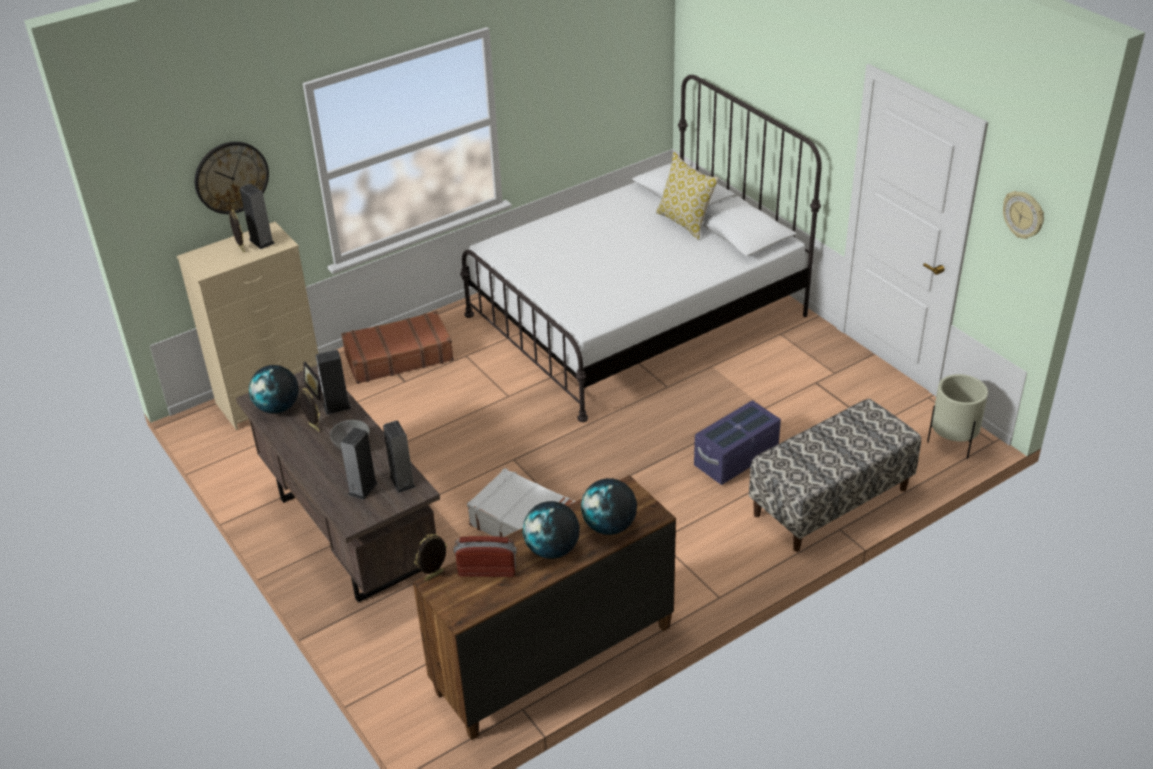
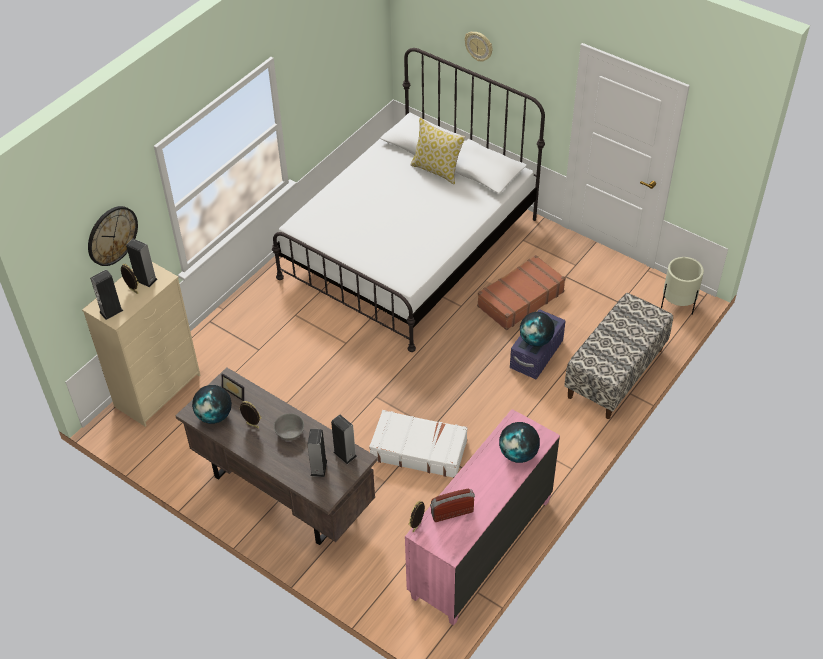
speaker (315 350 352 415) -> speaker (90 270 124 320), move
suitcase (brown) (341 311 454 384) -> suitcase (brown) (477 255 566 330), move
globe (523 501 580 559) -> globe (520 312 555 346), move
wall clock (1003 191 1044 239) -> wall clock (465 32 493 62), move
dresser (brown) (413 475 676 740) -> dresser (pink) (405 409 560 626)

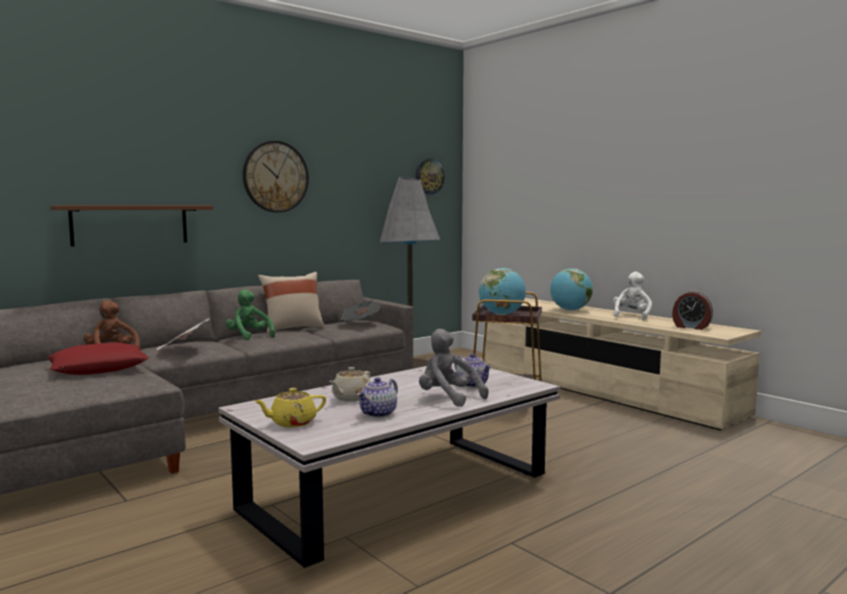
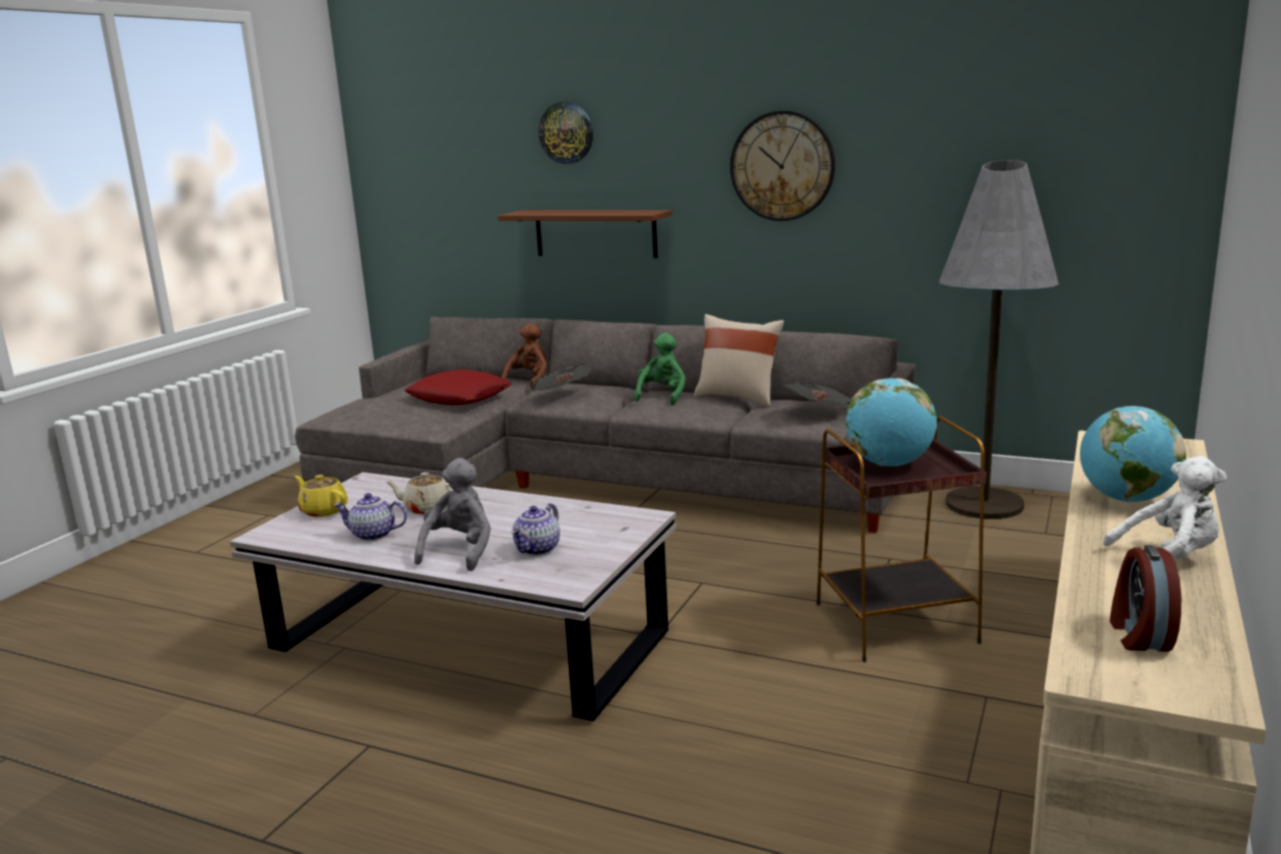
wall clock (416 158 445 194) -> wall clock (539 102 593 164), move

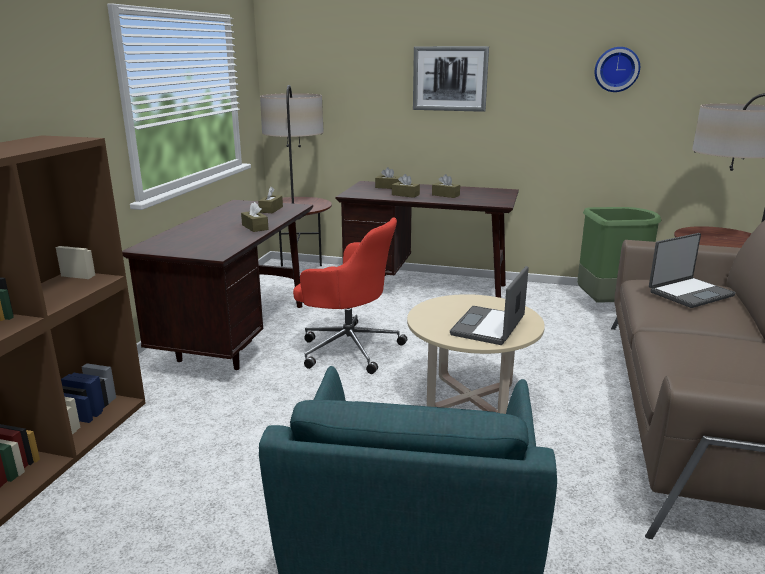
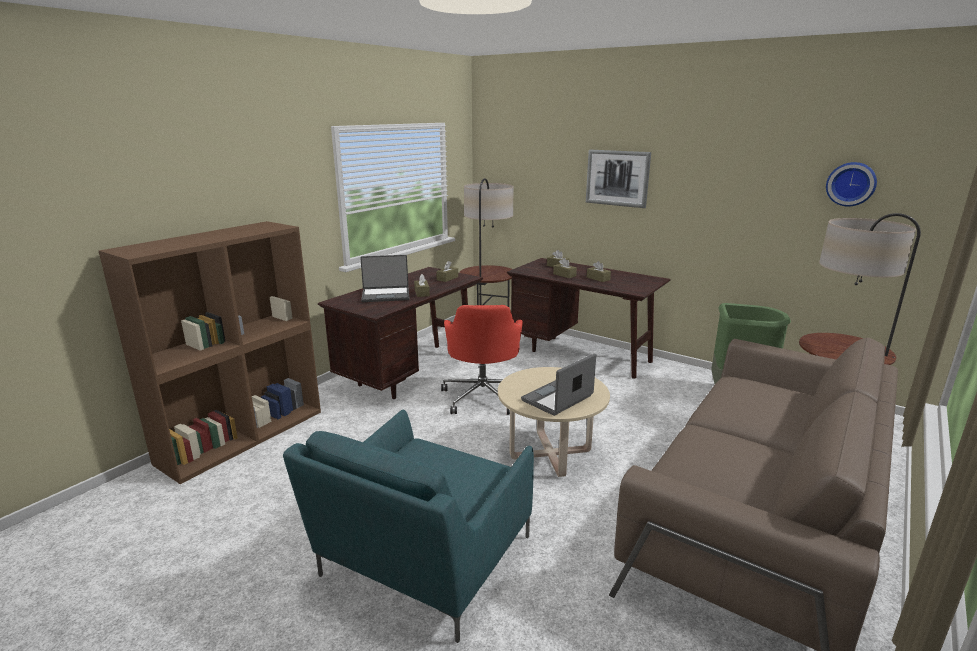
wall clock (595 47 640 92) -> wall clock (826 162 877 206), move
laptop (649 233 736 308) -> laptop (360 255 409 302), move
office chair (red) (293 217 407 374) -> office chair (red) (441 305 523 415), 45 degrees clockwise

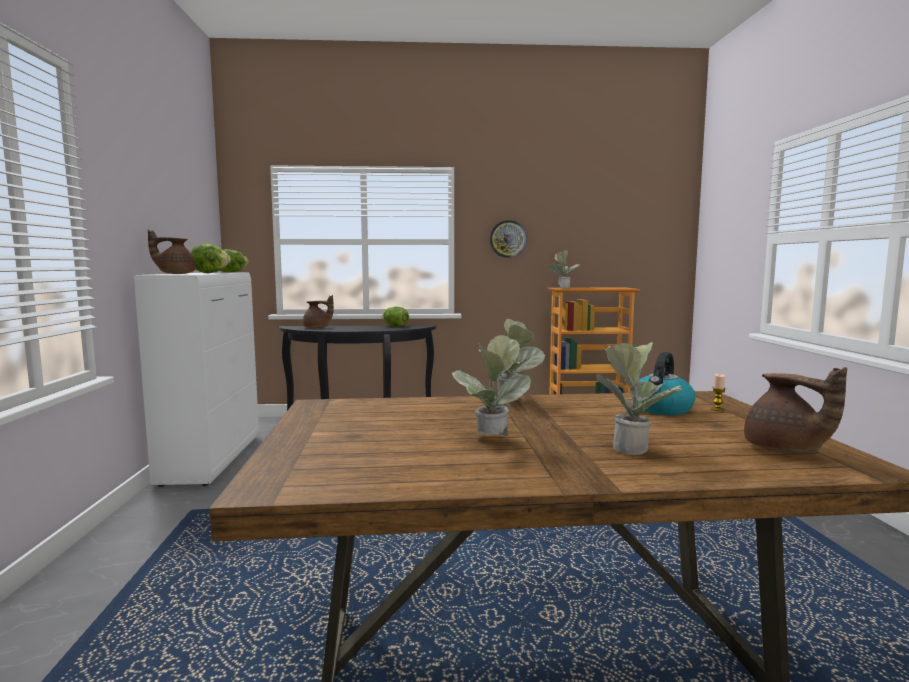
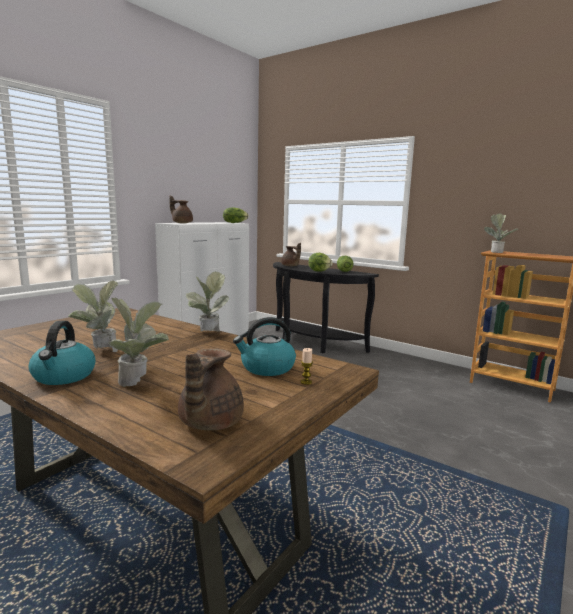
wall clock (490 220 527 258) -> none
none -> kettle (28 321 96 385)
lettuce (190 244 231 273) -> lettuce (308 253 333 272), move

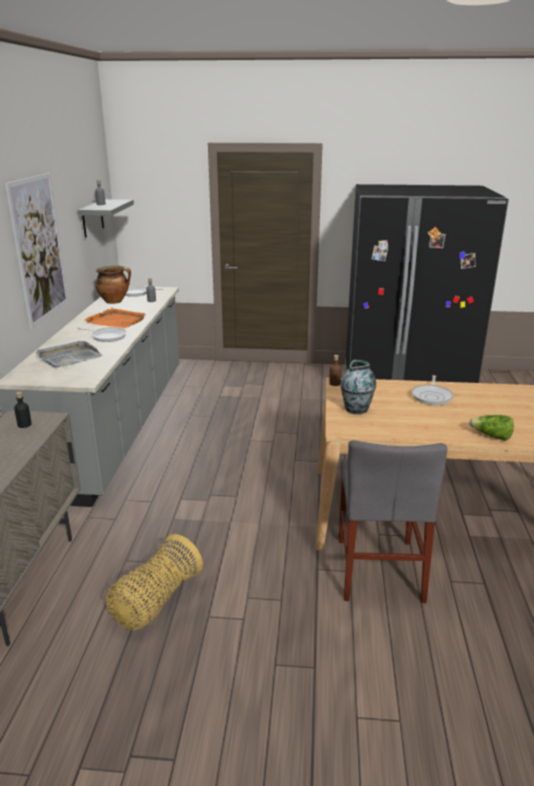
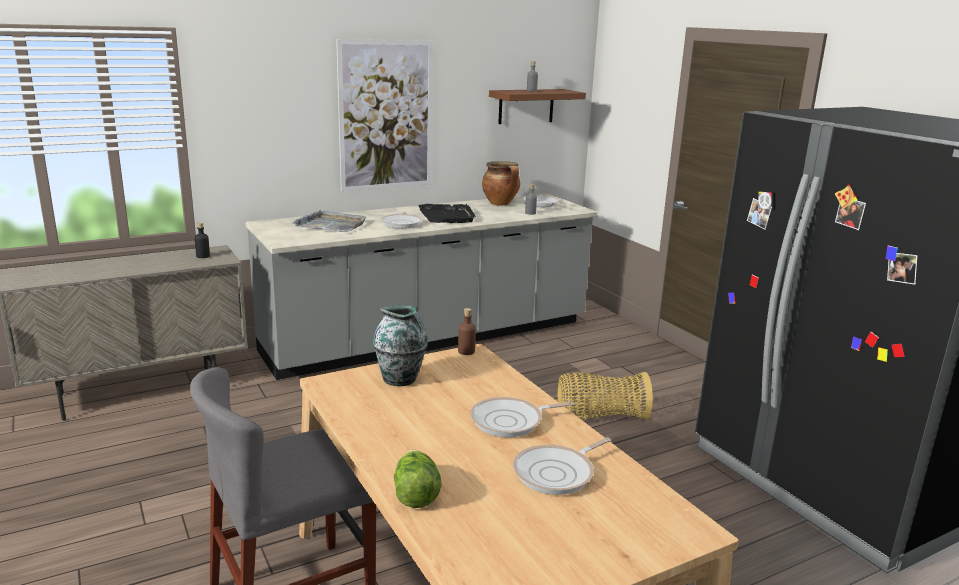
none -> frying pan (513 437 611 495)
basket (106 534 203 630) -> basket (557 372 653 420), move
shelf (grey) (77 199 134 238) -> shelf (brown) (489 89 586 124)
tray (orange) (84 308 146 328) -> tray (black) (418 204 476 223)

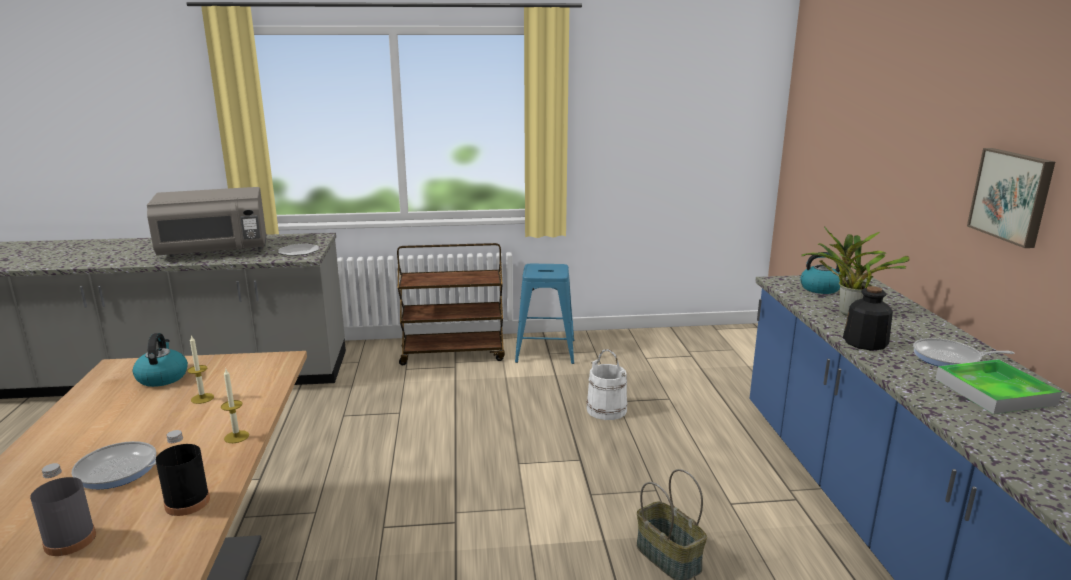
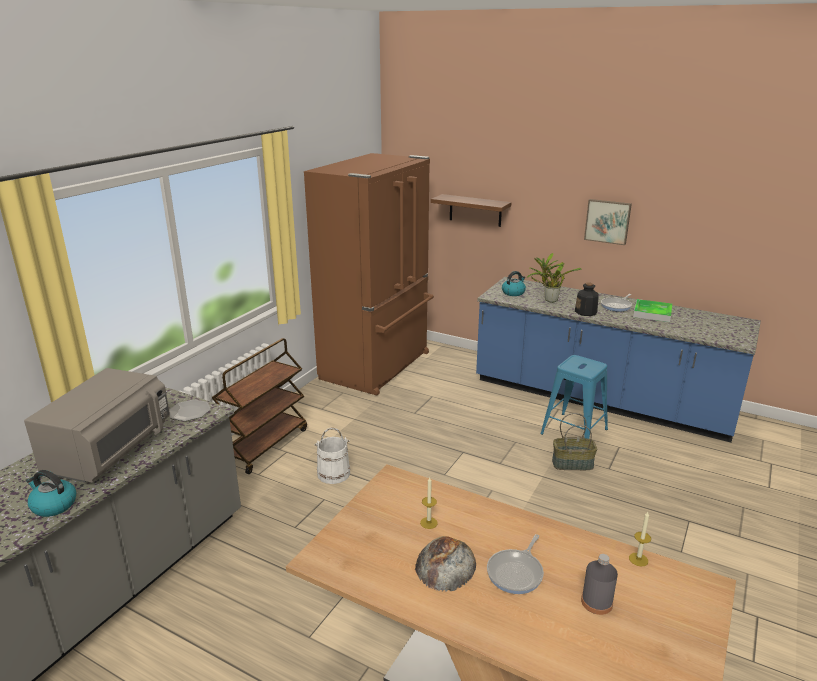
bottle (black) (156 430 210 516) -> none
none -> fridge (brown) (304 153 434 396)
none -> bread (415 536 476 592)
none -> shelf (431 194 511 227)
kettle (133 333 188 387) -> kettle (26 470 76 517), move
candle (221 369 249 443) -> candle (629 512 651 566), move
stool (blue) (515 264 574 364) -> stool (blue) (540 355 608 439), move
bucket (white) (586 349 628 420) -> bucket (white) (314 428 350 484), move

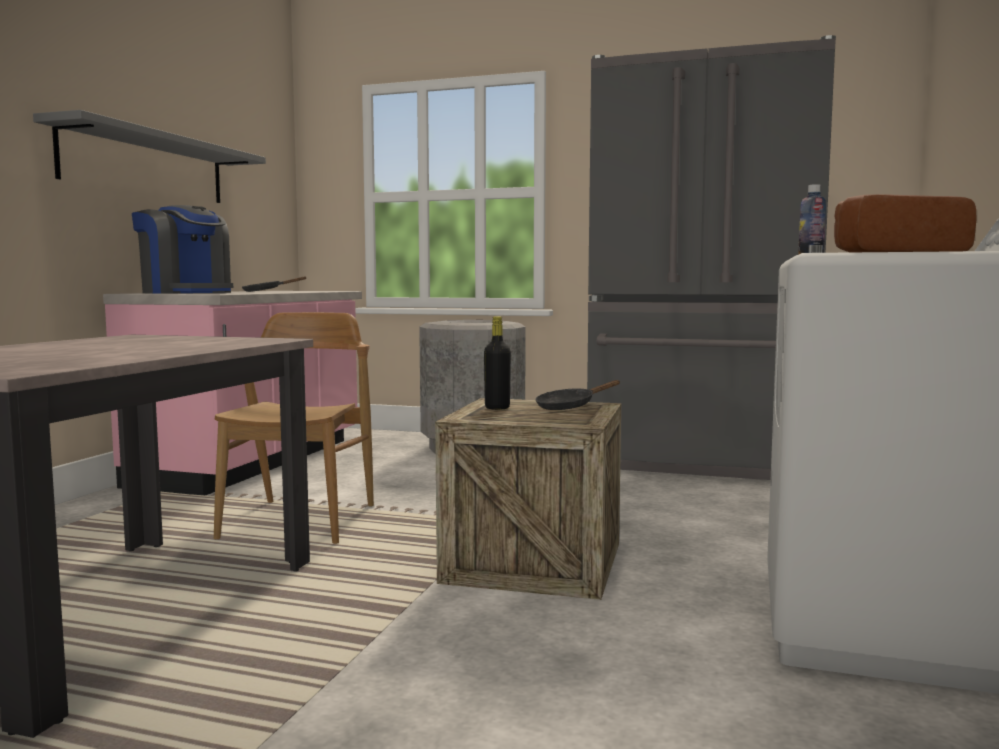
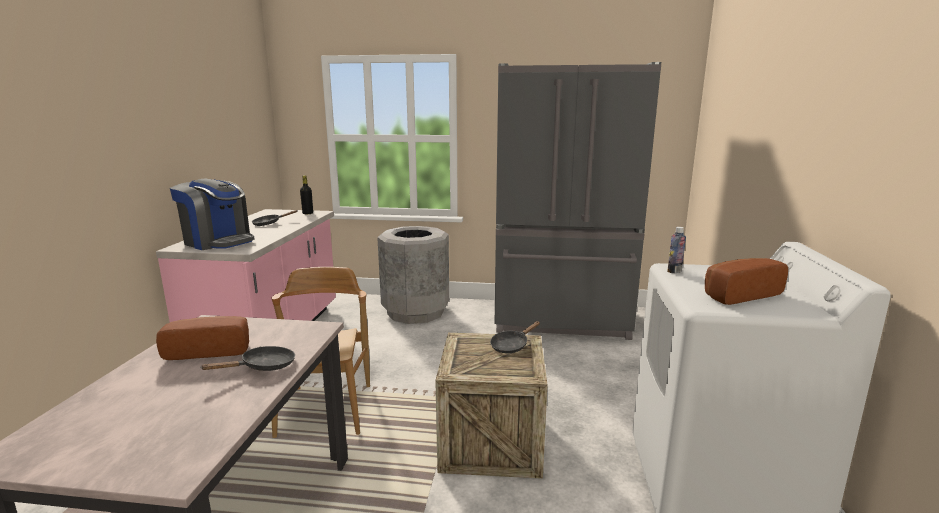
shelf (grey) (33 110 266 203) -> none
none -> bread (156 316 249 360)
none -> frying pan (black) (200 346 295 371)
bottle (black) (484 316 511 410) -> bottle (black) (300 175 313 214), move

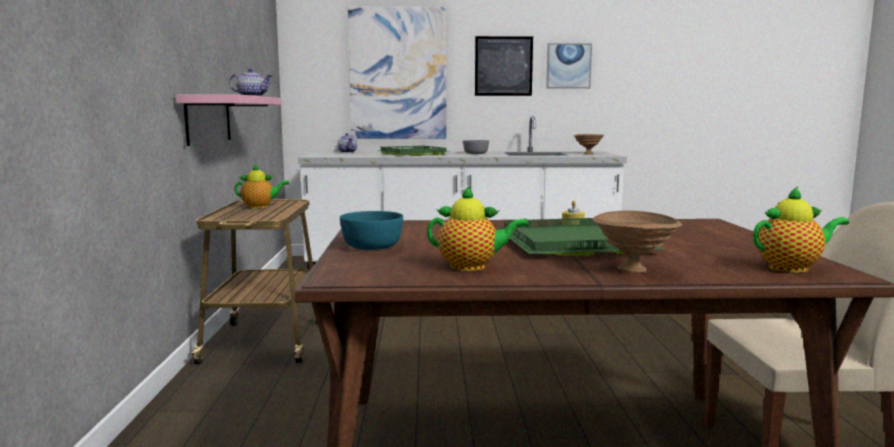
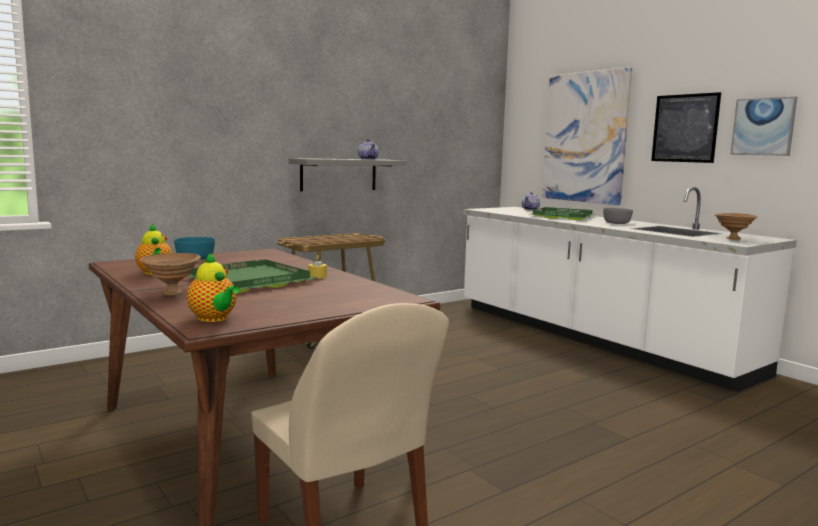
teapot (235 164 290 209) -> none
shelf (pink) (176 94 282 146) -> shelf (grey) (289 158 406 191)

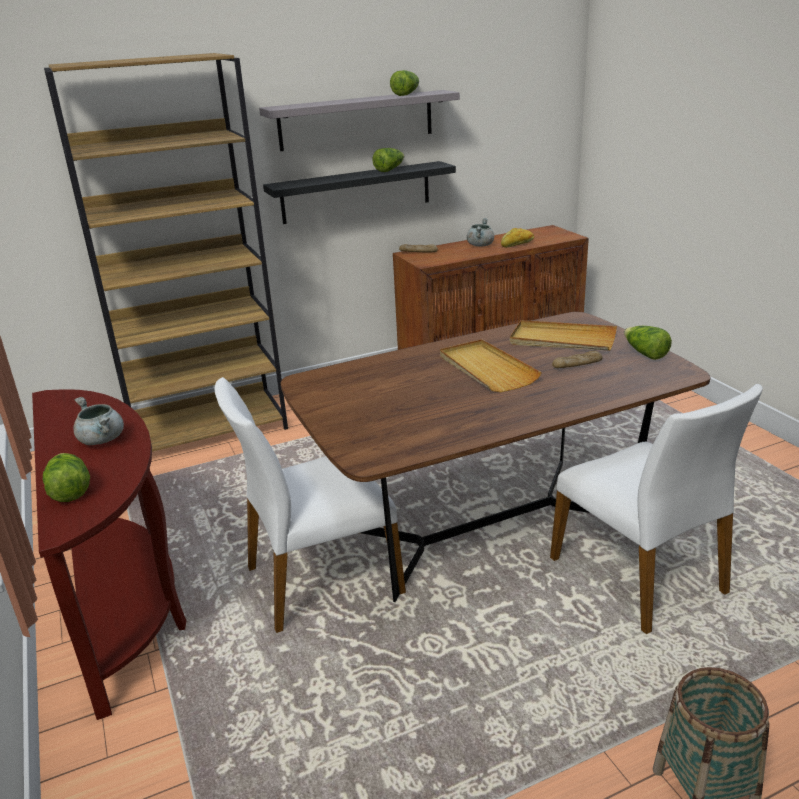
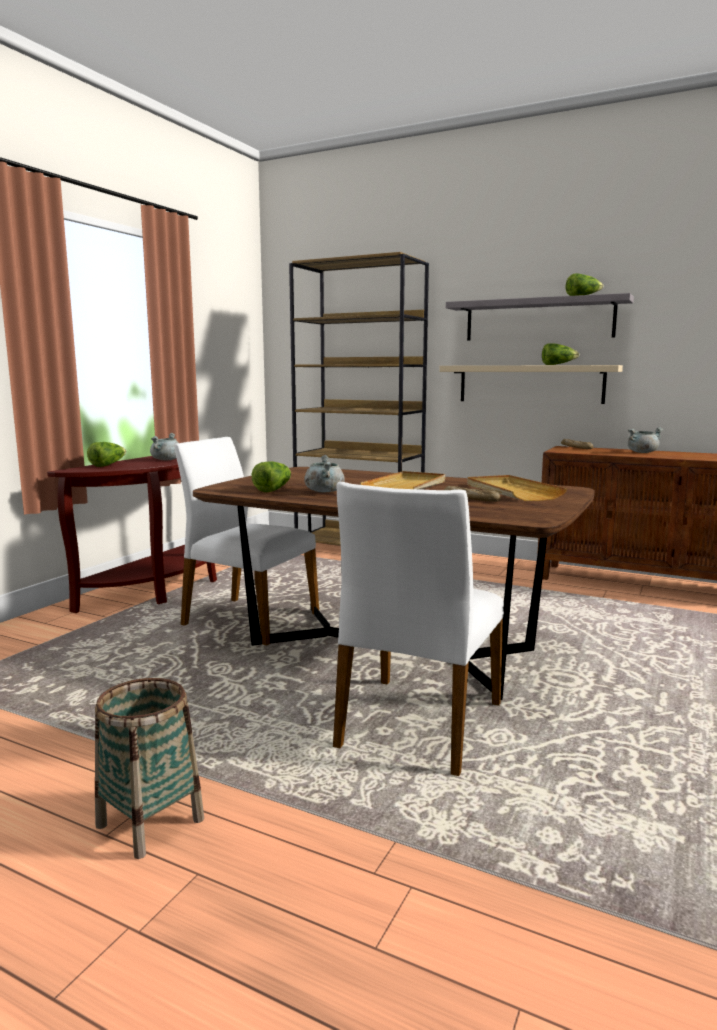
bread (501 228 534 248) -> none
none -> cooking pot (grey) (304 455 345 492)
lettuce (624 326 672 360) -> lettuce (251 461 291 492), move
shelf (black) (263 161 456 224) -> shelf (beige) (439 365 623 404)

